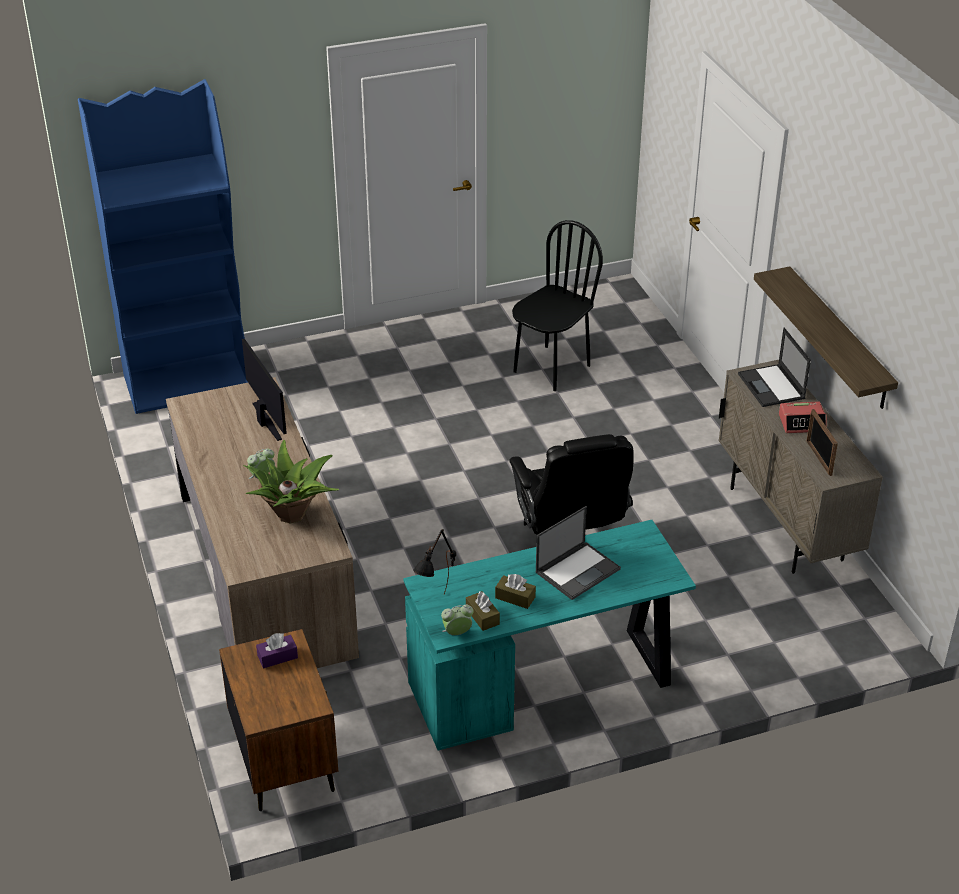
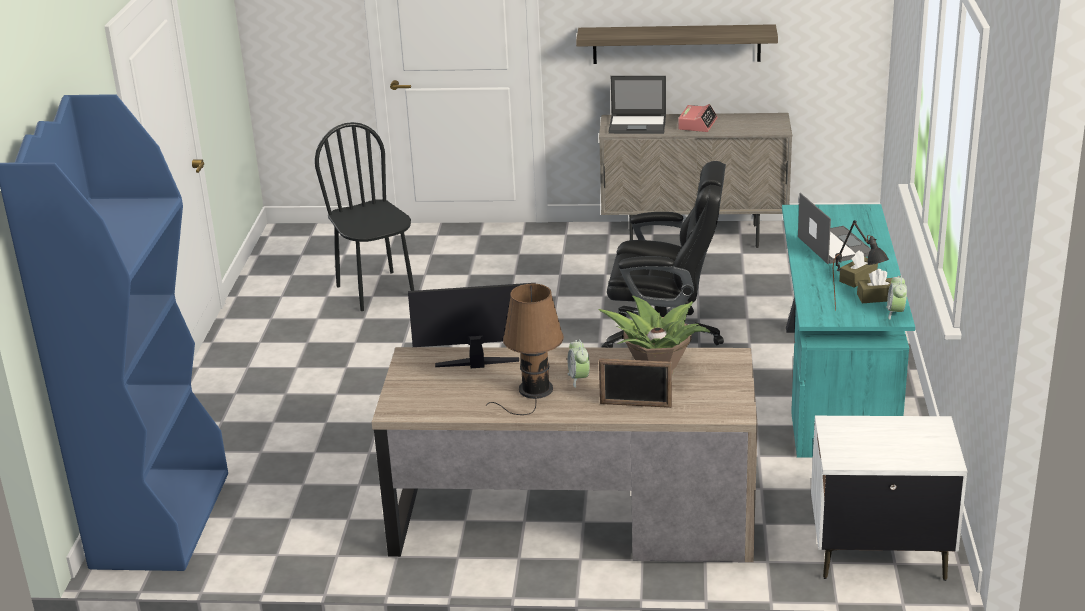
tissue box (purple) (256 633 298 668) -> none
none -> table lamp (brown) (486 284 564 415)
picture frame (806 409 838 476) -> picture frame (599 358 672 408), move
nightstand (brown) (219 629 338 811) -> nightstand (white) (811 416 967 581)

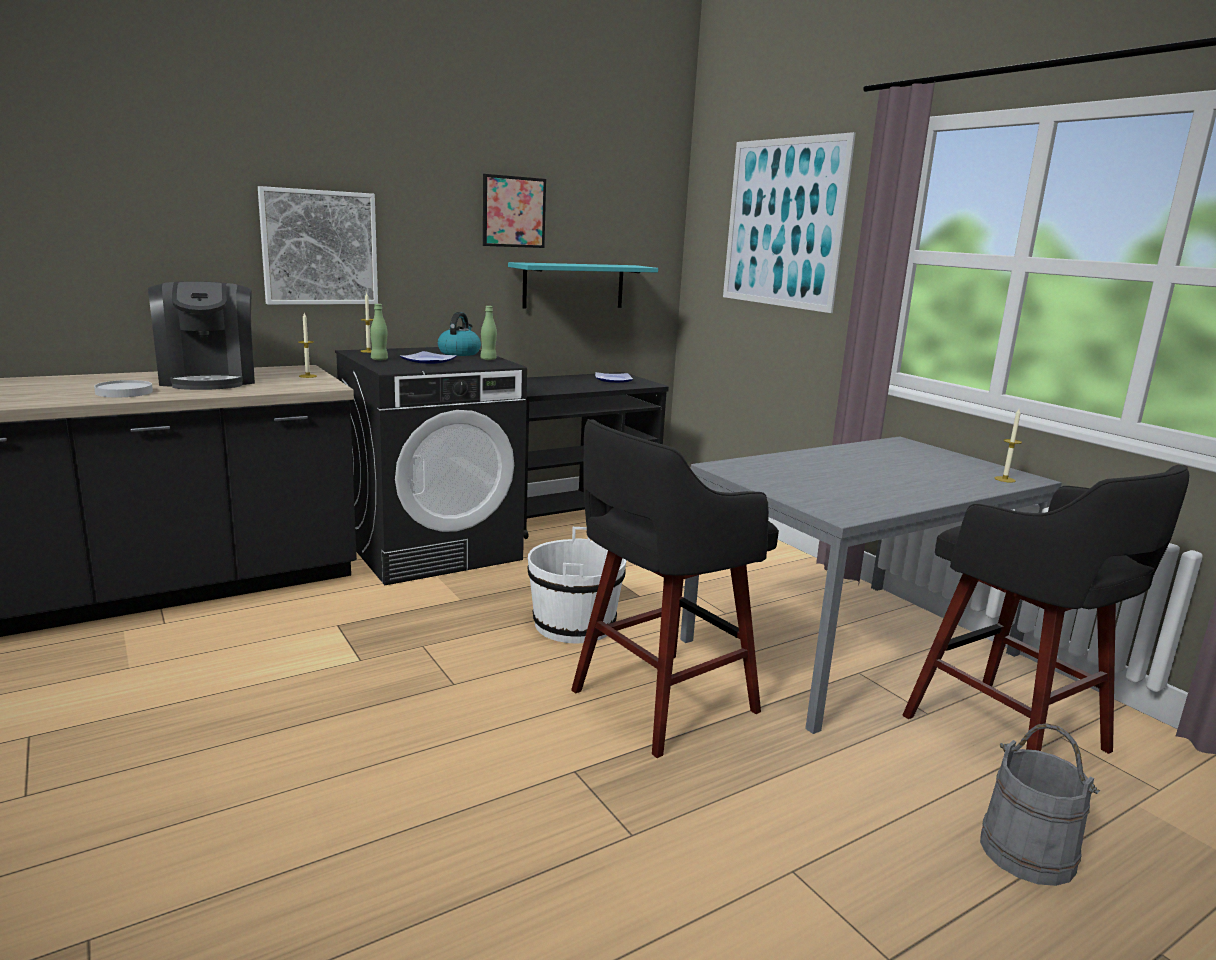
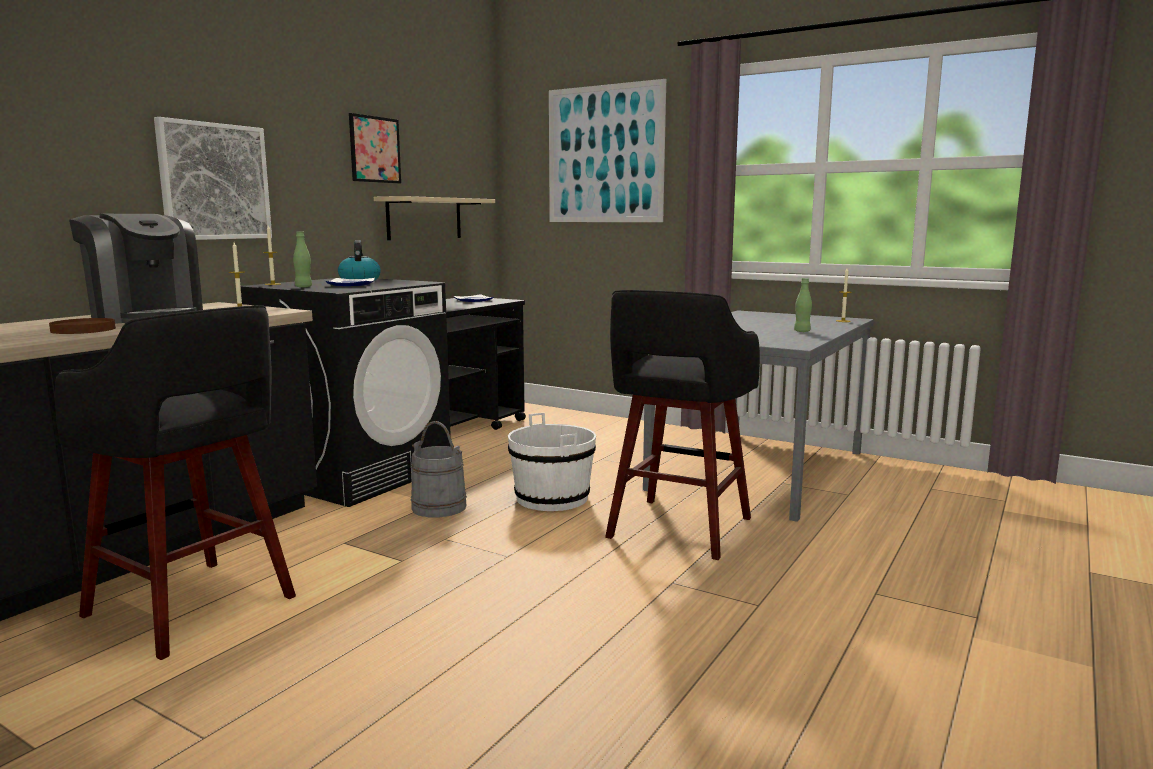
bottle (green) (480 306 497 360) -> bottle (green) (794 278 812 332), move
stool (black) (903 465 1189 754) -> stool (black) (55 305 296 660), move
bucket (grey) (980 723 1100 886) -> bucket (grey) (411 421 467 517), move
plate (white) (94 380 153 397) -> plate (brown) (49 318 116 334)
shelf (turquoise) (508 262 658 309) -> shelf (beige) (374 196 495 240)

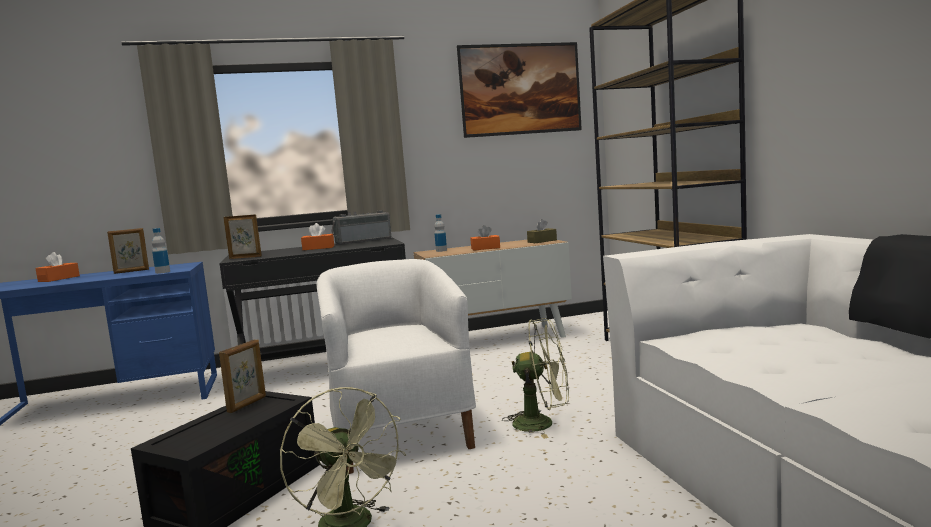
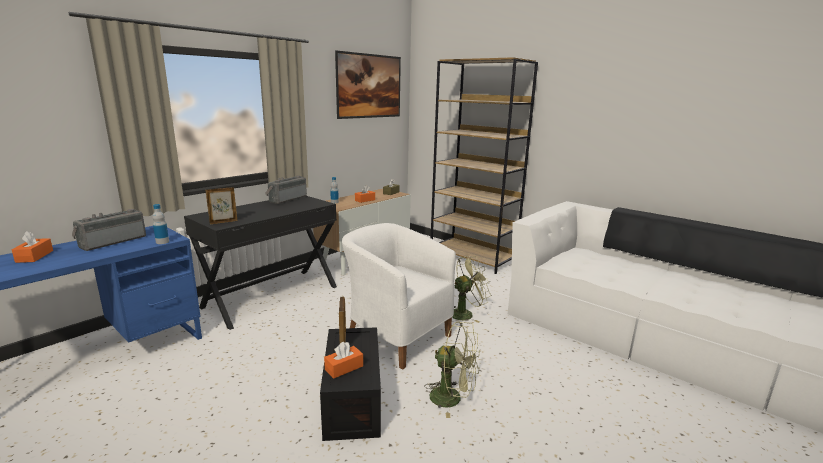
tissue box (orange) (301 223 334 250) -> tissue box (orange) (324 342 363 379), move
picture frame (107 228 149 274) -> radio (72 209 146 251)

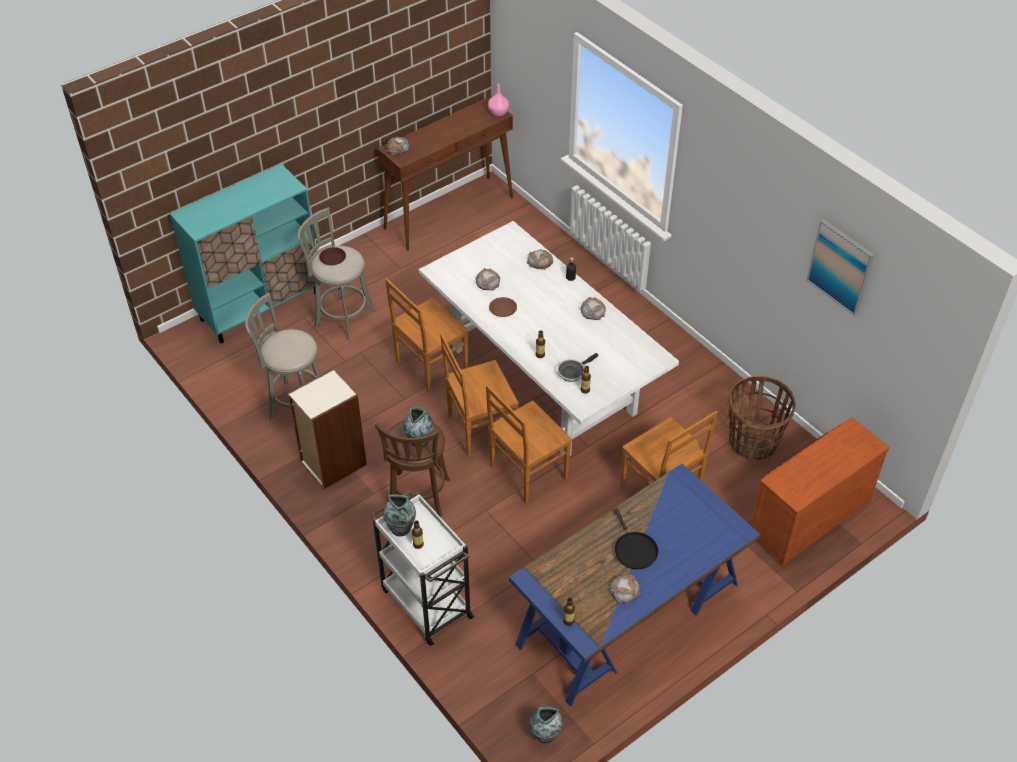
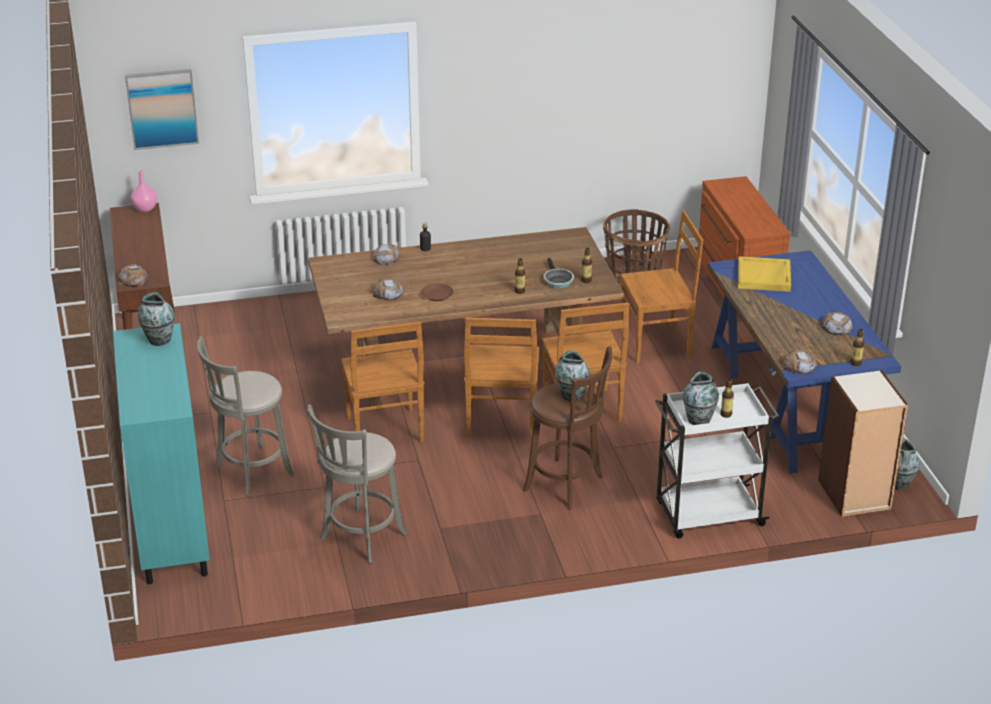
plate (brown) (319 247 346 265) -> none
frying pan (black) (614 508 658 569) -> none
none -> vase (138 292 175 346)
none -> tray (yellow) (738 256 791 292)
bookcase (288 369 367 489) -> bookcase (818 370 908 517), move
bread (580 297 606 320) -> bread (783 350 817 374), move
picture (807 219 875 316) -> picture (125 69 199 150), move
dining table (white) (419 221 679 456) -> dining table (brown) (308 227 624 410)

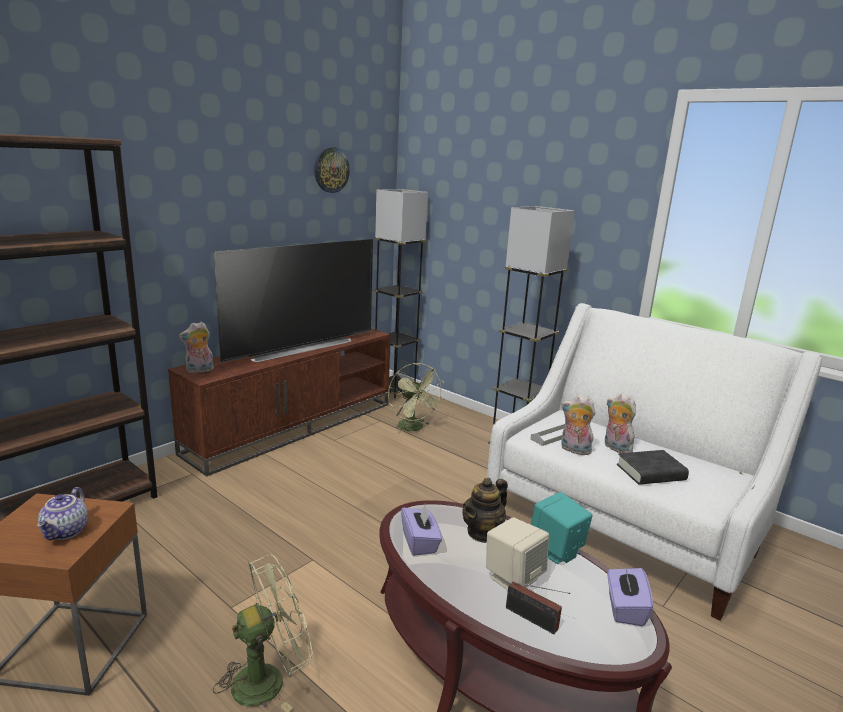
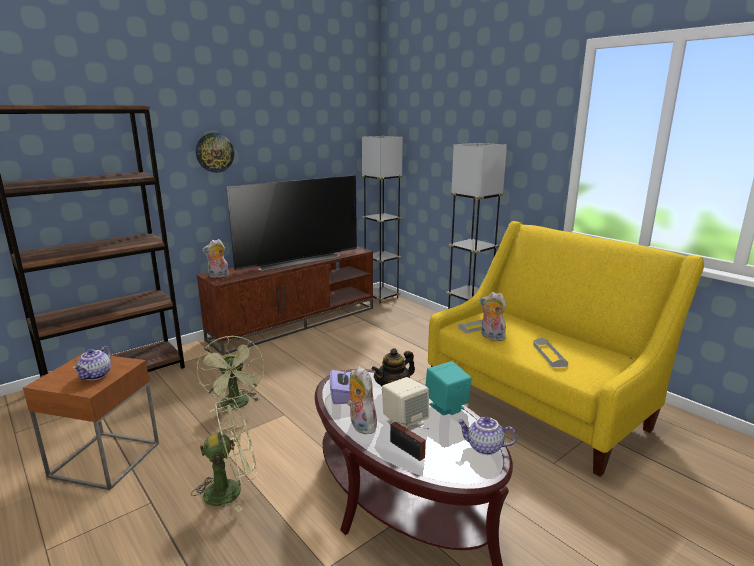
wall clock (314 147 350 193) -> wall clock (196 133 234 173), move
fan (green) (388 363 445 433) -> fan (green) (197 336 264 412), move
plush toy (605 393 636 453) -> plush toy (347 366 377 434), move
tissue box (purple) (608 564 653 626) -> teapot (457 417 517 455)
book (black) (617 450 689 485) -> tray (grey) (533 337 568 367)
sofa (white) (487 303 822 621) -> sofa (yellow) (428 221 704 477)

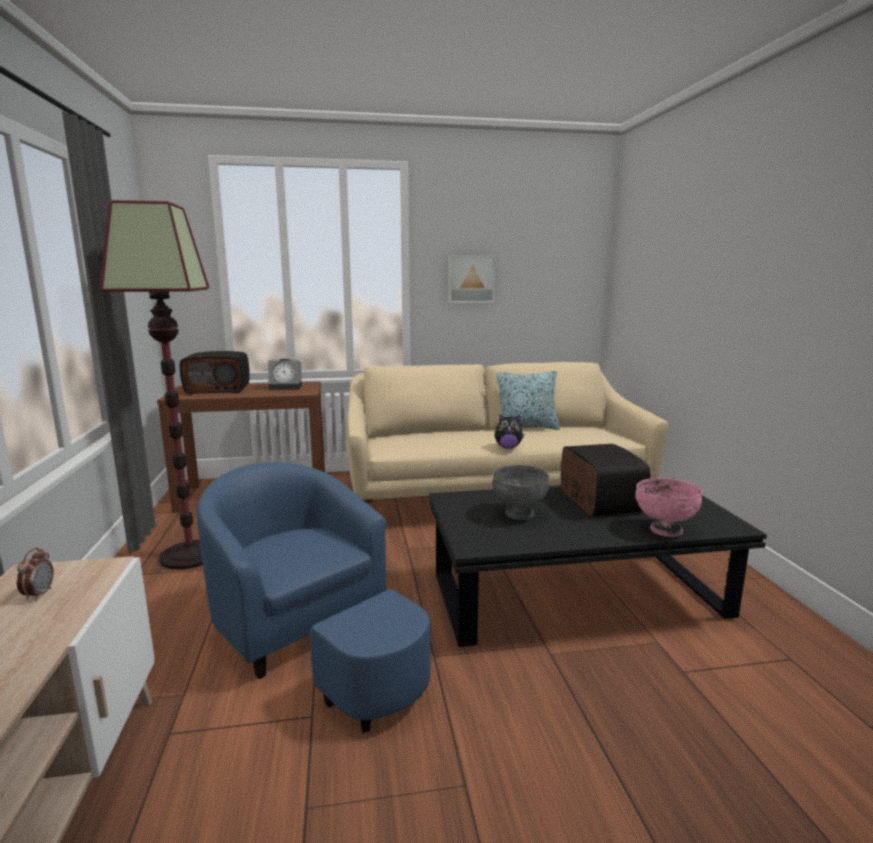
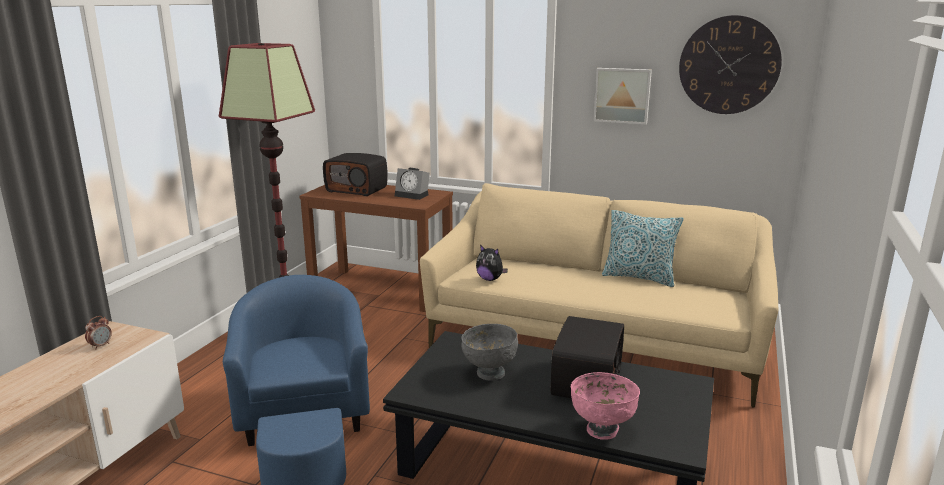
none -> wall clock (679 15 782 114)
plush toy (495 414 524 449) -> plush toy (476 245 508 281), move

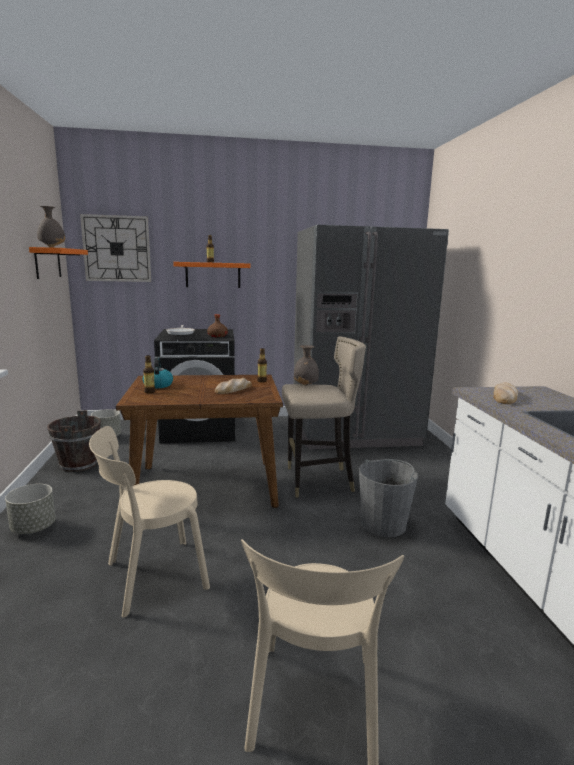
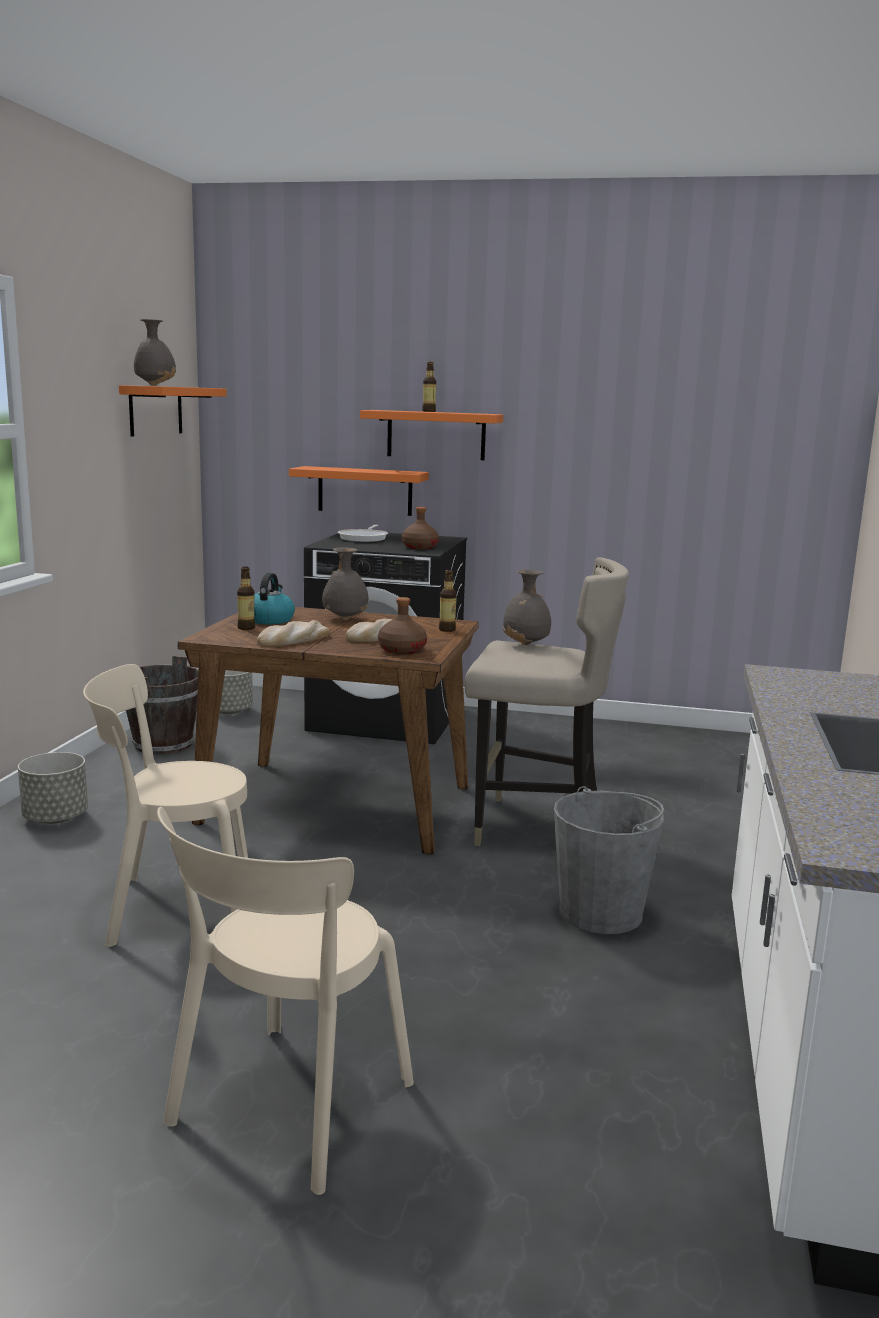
wall clock (80 214 151 282) -> none
fridge (grey) (293 225 449 449) -> none
none -> shelf (orange) (289 466 429 516)
none -> vase (grey) (322 547 369 620)
none -> bottle (brown) (378 597 427 654)
bread (493 382 518 404) -> bread (257 620 330 646), move

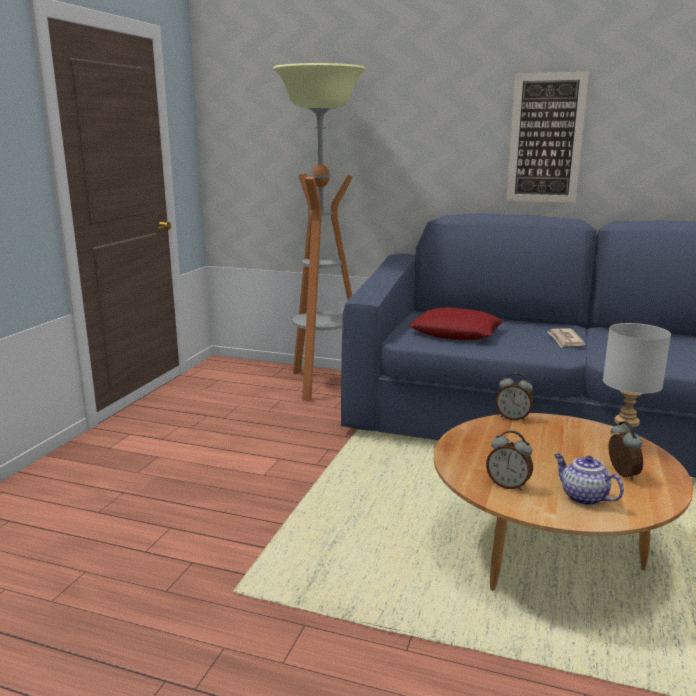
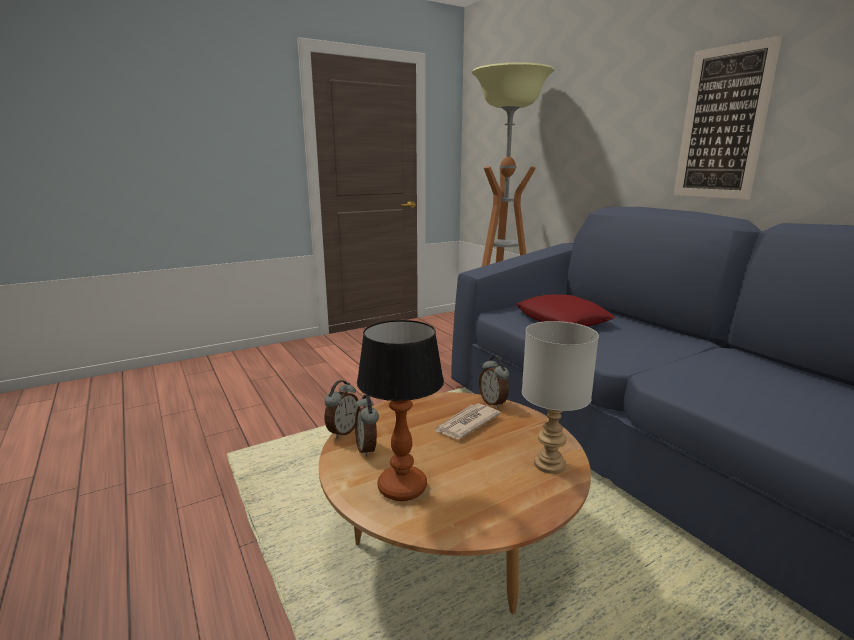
newspaper (547 328 585 348) -> newspaper (434 404 501 439), move
alarm clock (608 421 643 480) -> alarm clock (324 380 360 439), move
teapot (554 454 624 506) -> table lamp (357 320 444 501)

